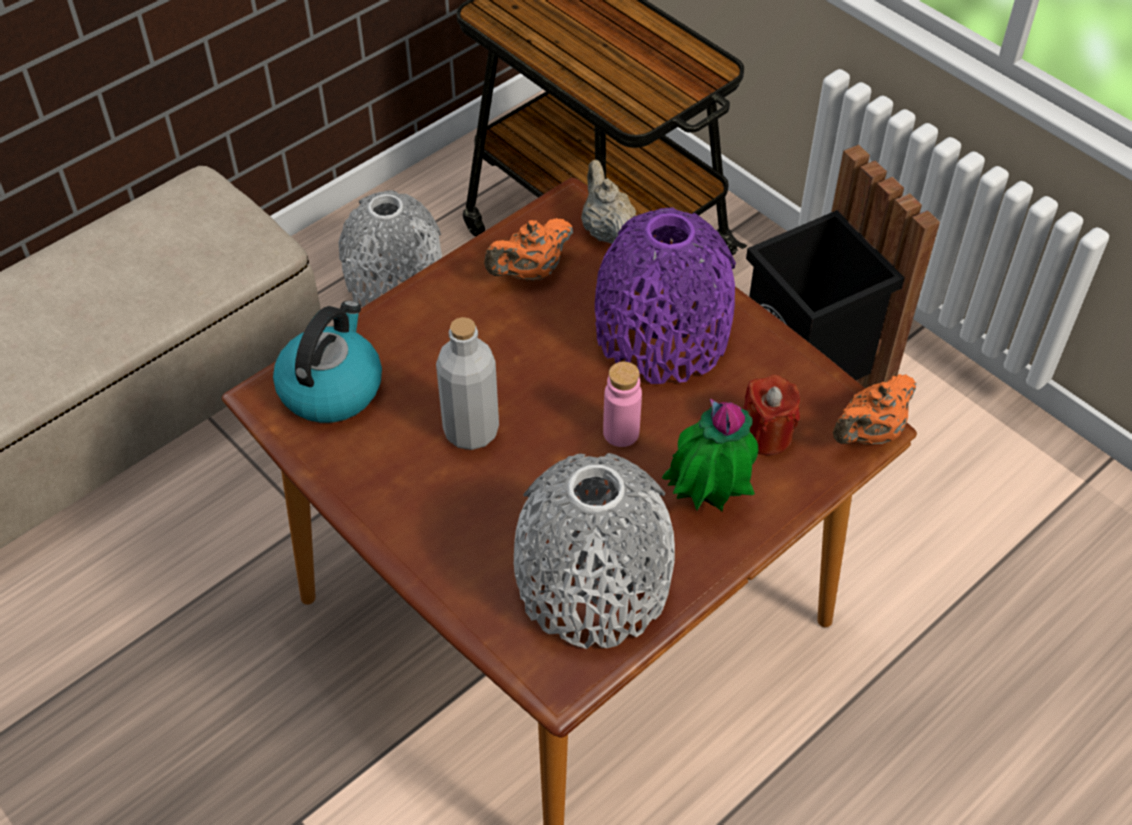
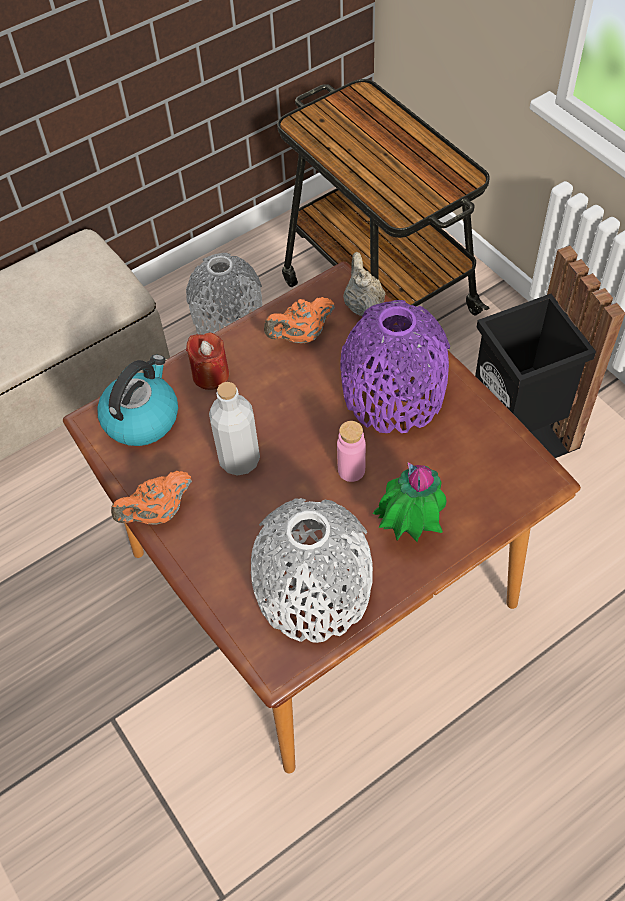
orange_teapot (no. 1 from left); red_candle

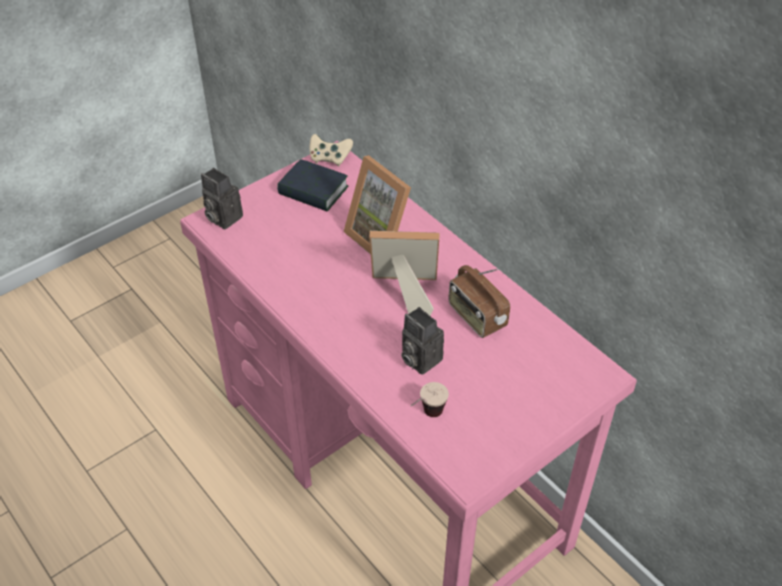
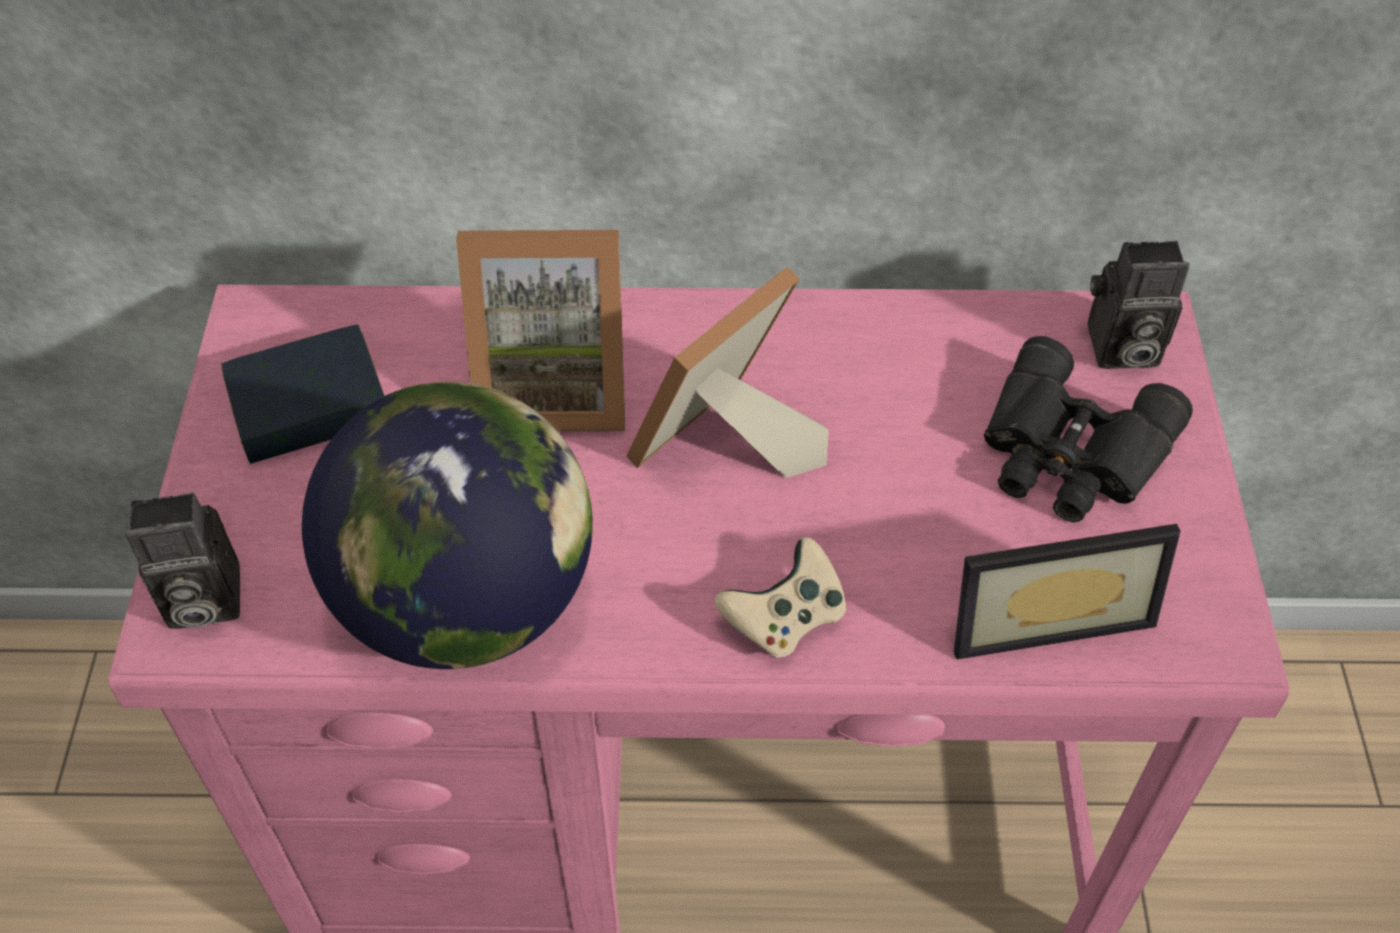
beige_game_controller; radio; photo_camera (no. 2 from left); picture_frame (no. 3 from left); black_binoculars; globe

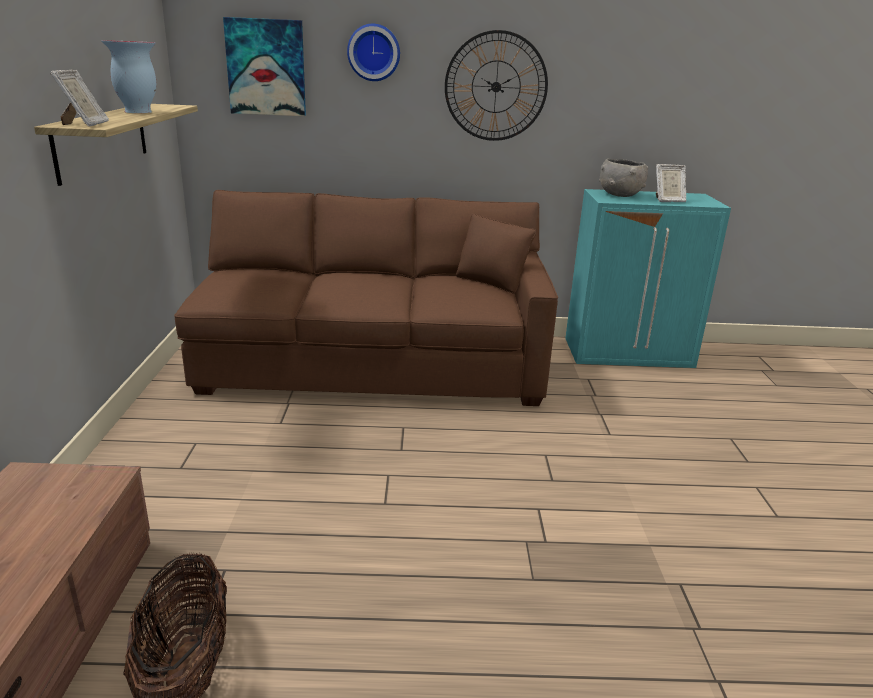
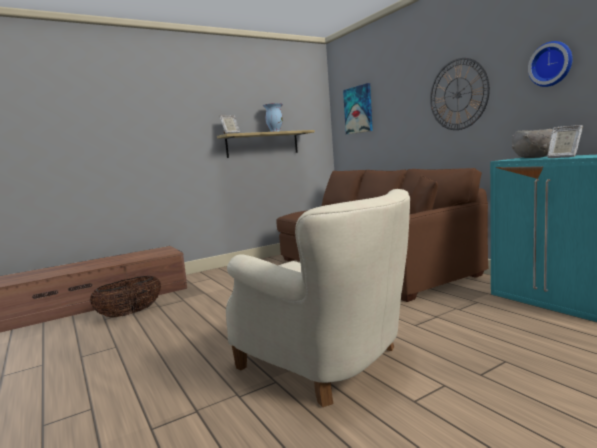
wall_clock (no. 2 from left); beige_armchair

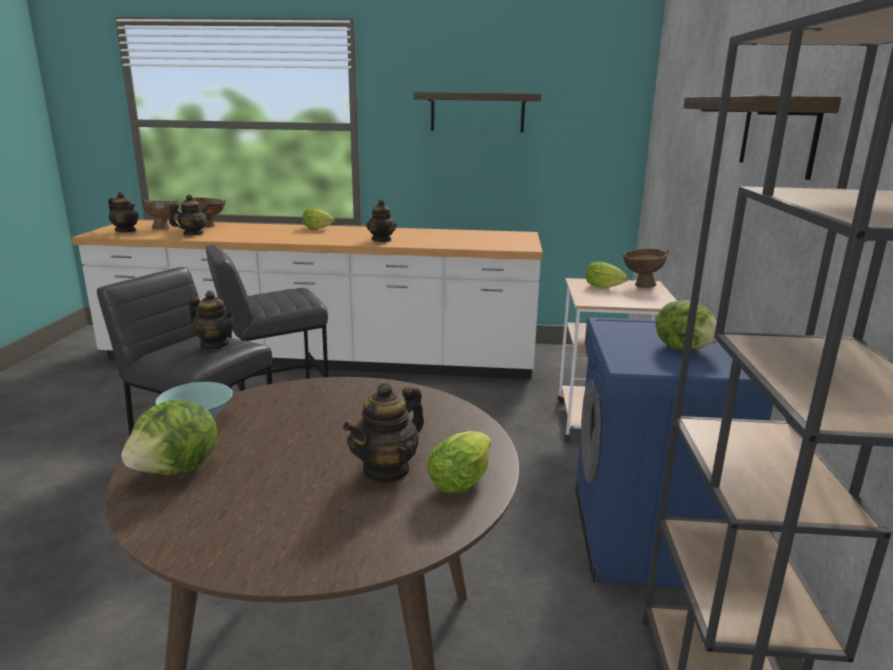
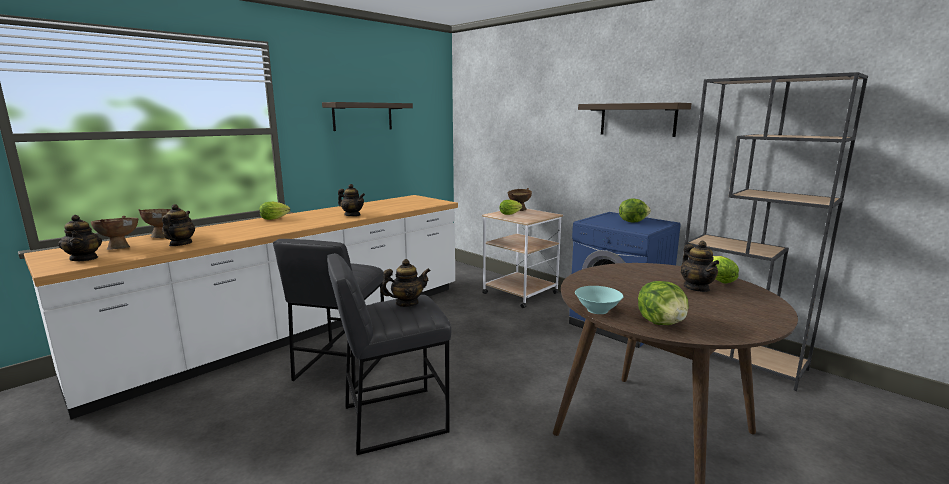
teapot (no. 1 from left)

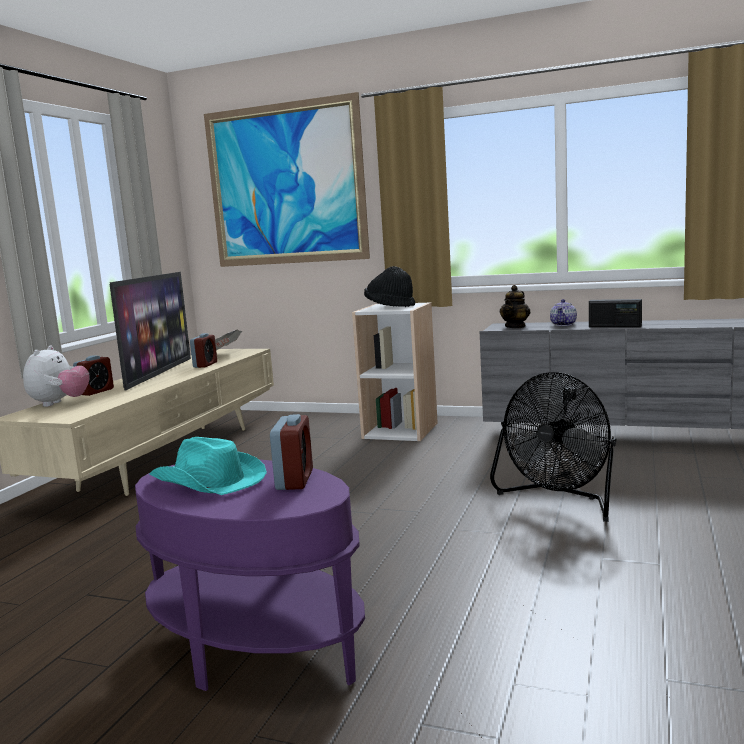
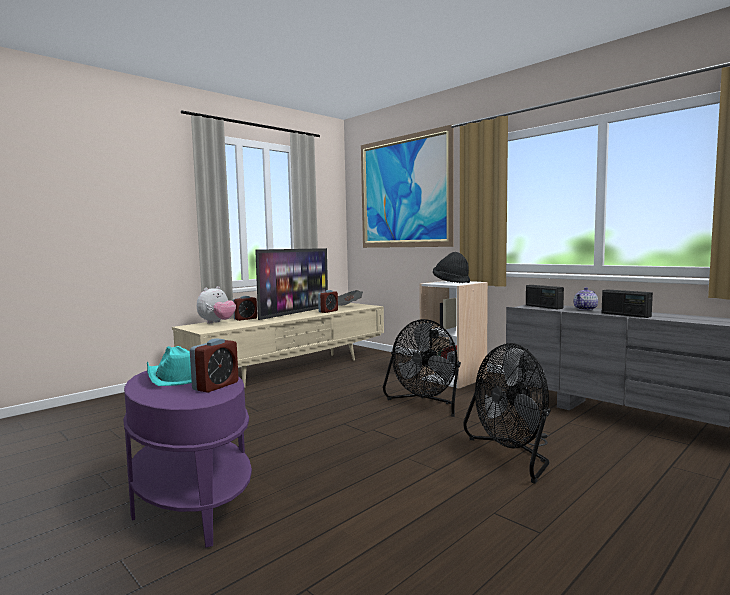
radio (no. 1 from left); black_fan (no. 1 from left)

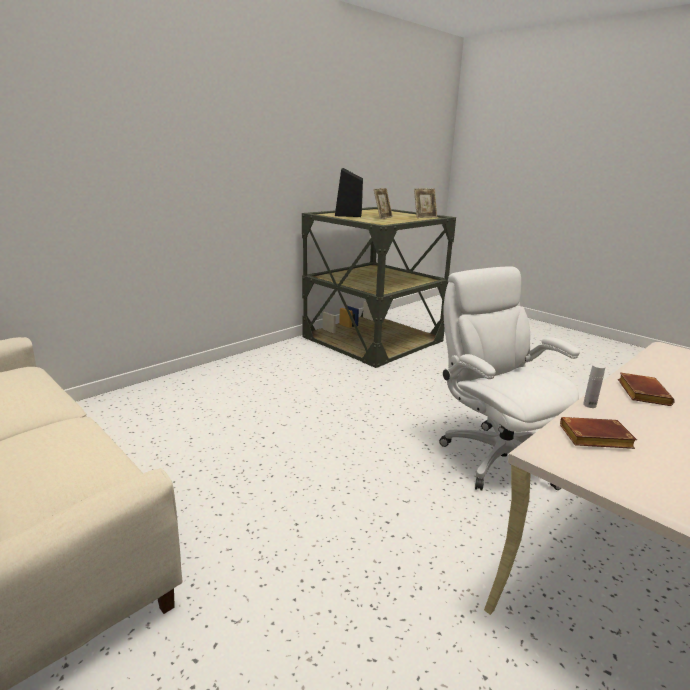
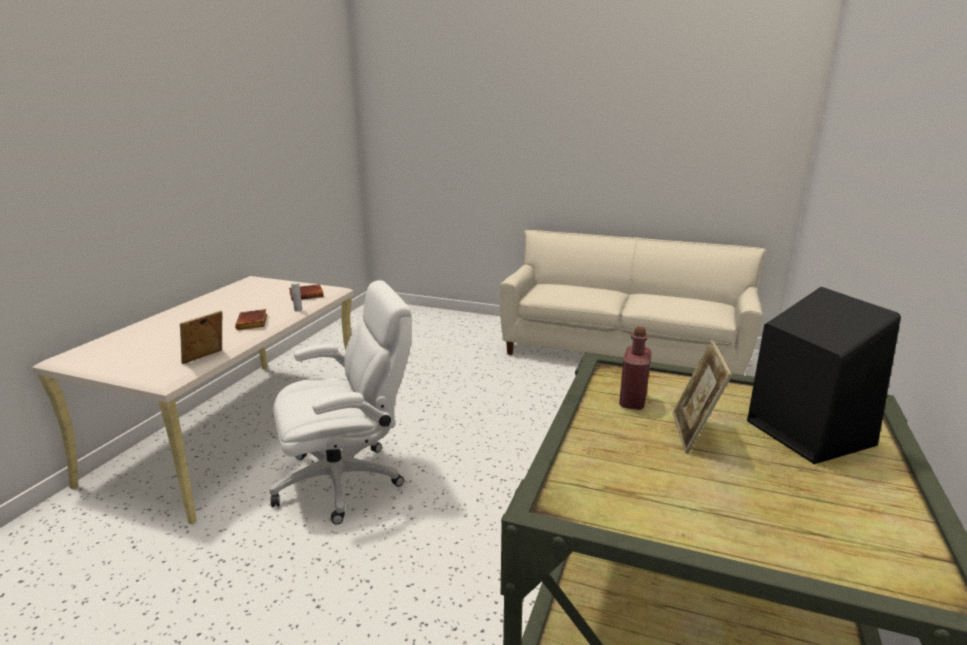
picture_frame (no. 1 from left); white_office_chair; red_bottle

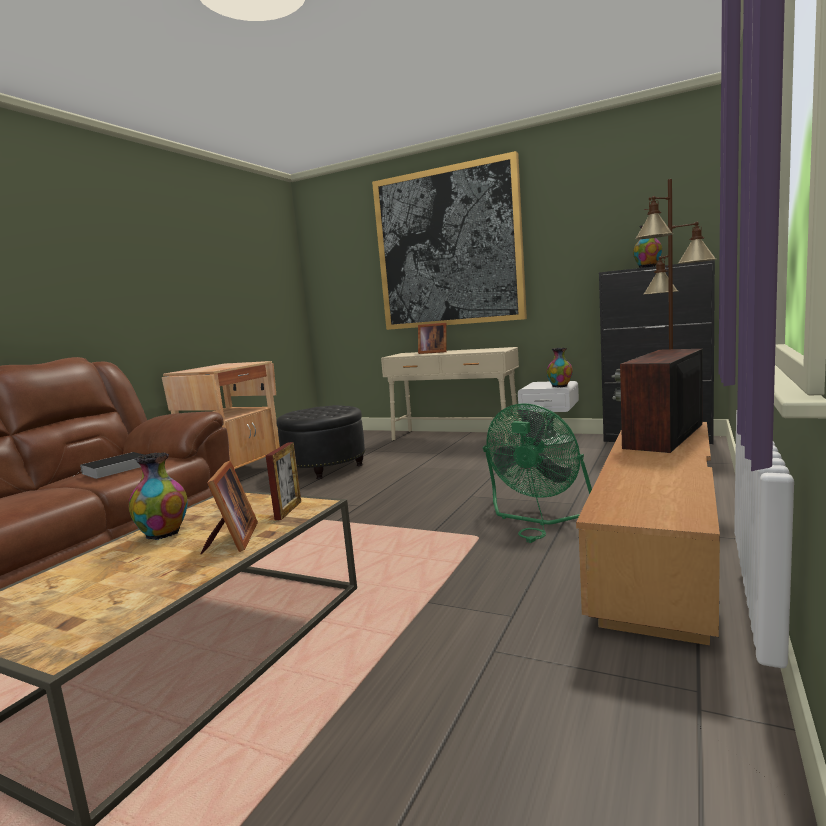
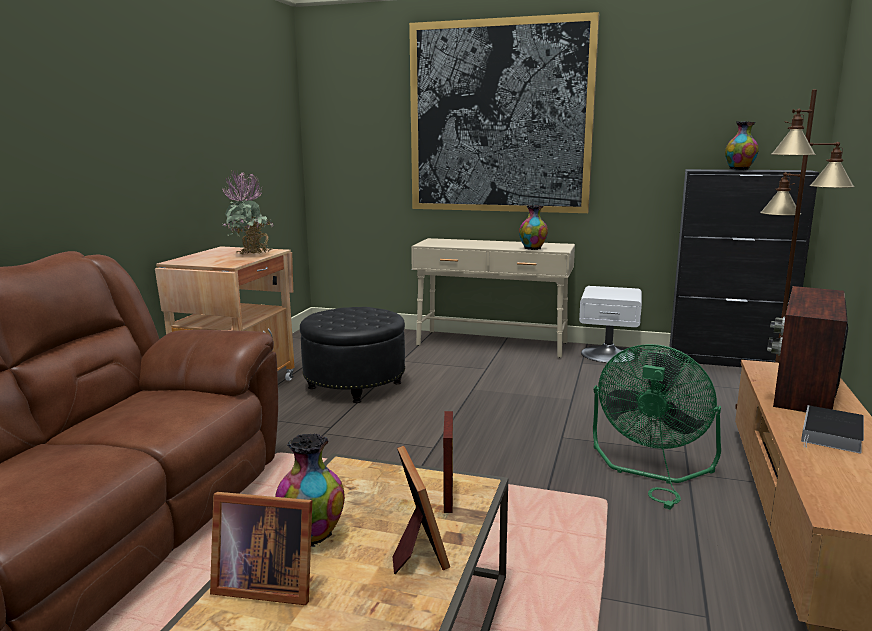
picture_frame (no. 1 from left); vase (no. 2 from left); book; potted_plant

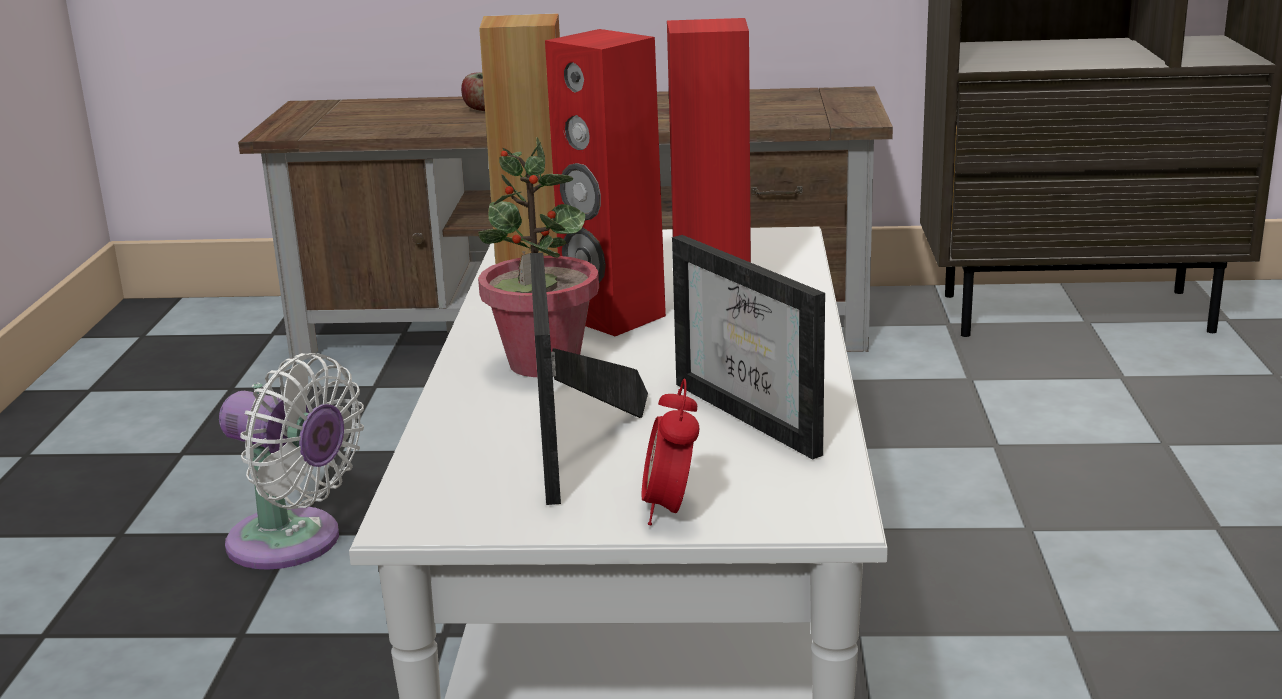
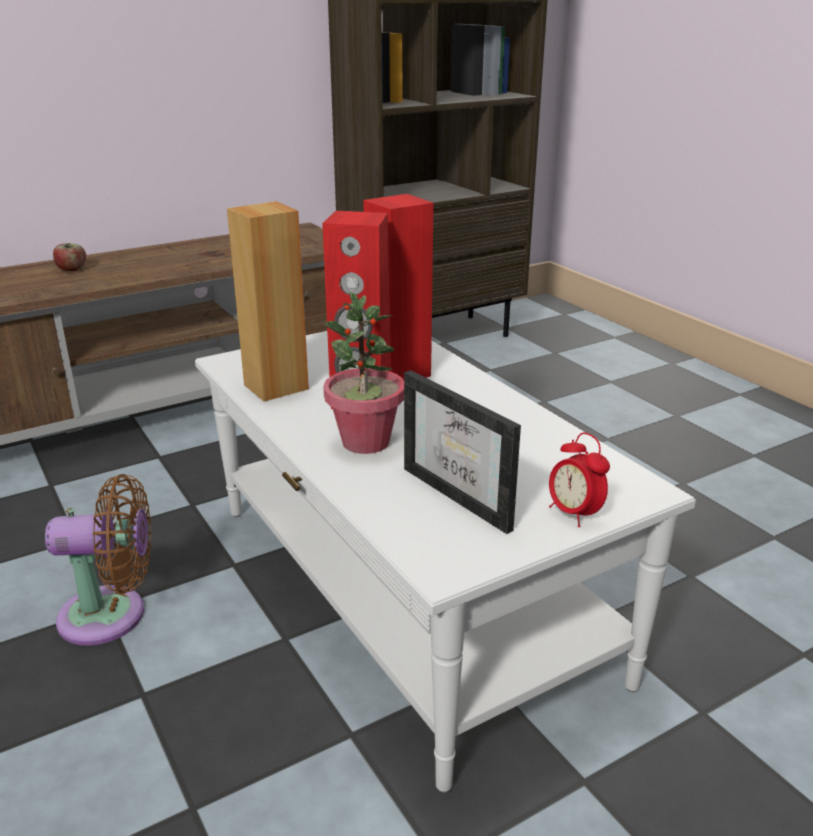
picture_frame (no. 2 from left in the first image); brown_fan

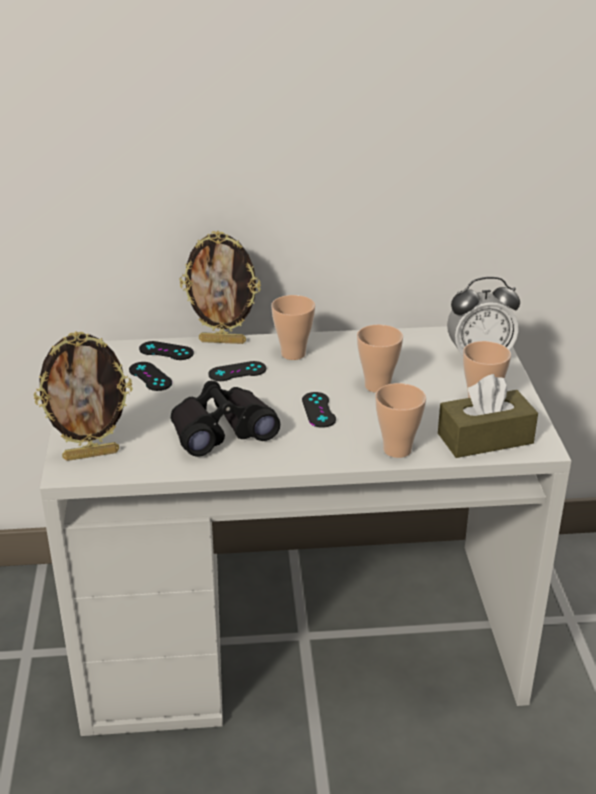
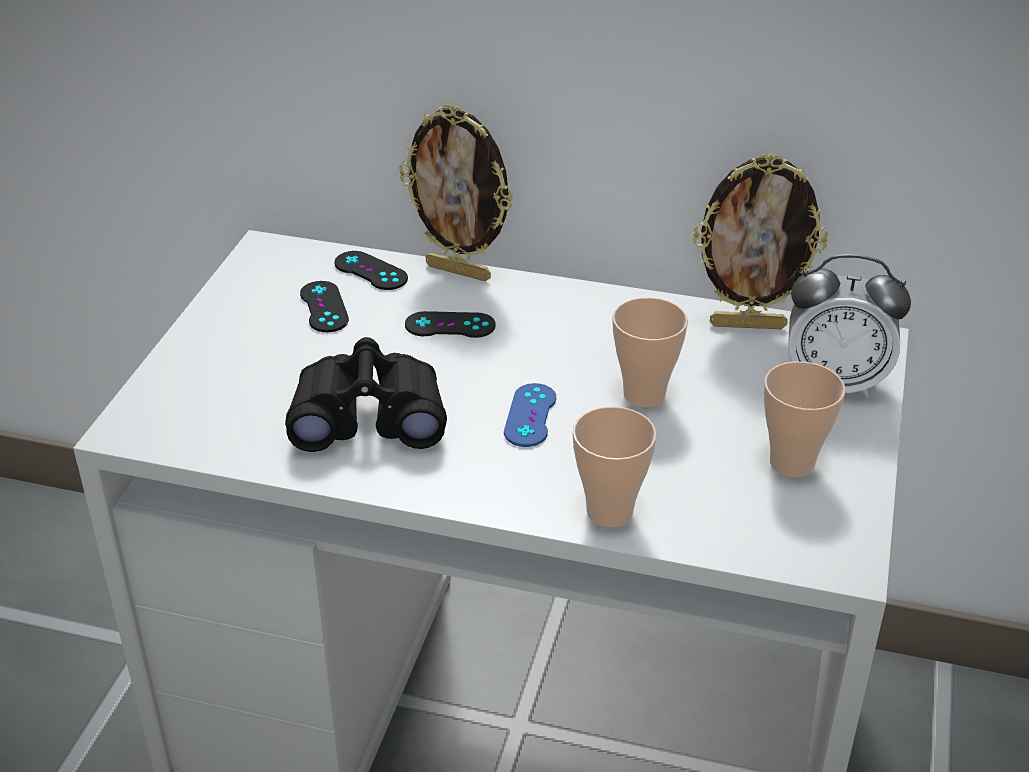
cup (no. 1 from left in the first image); picture_frame (no. 2 from left); brown_tissue_box; blue_game_controller

